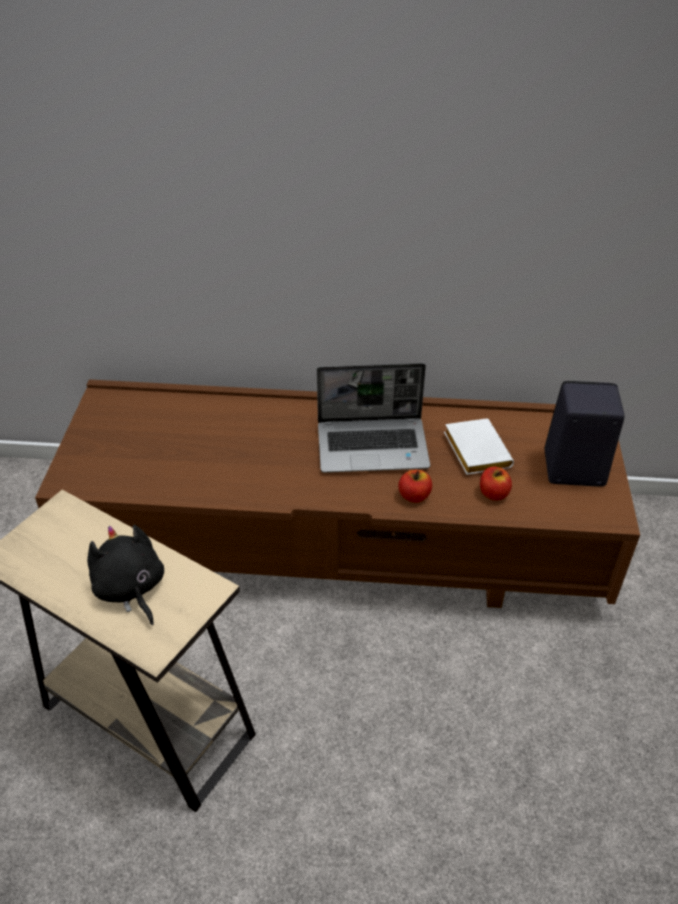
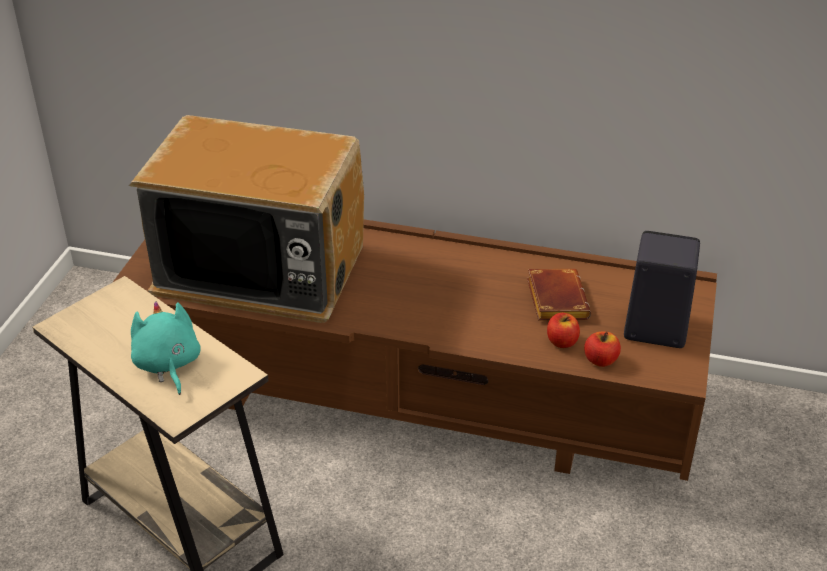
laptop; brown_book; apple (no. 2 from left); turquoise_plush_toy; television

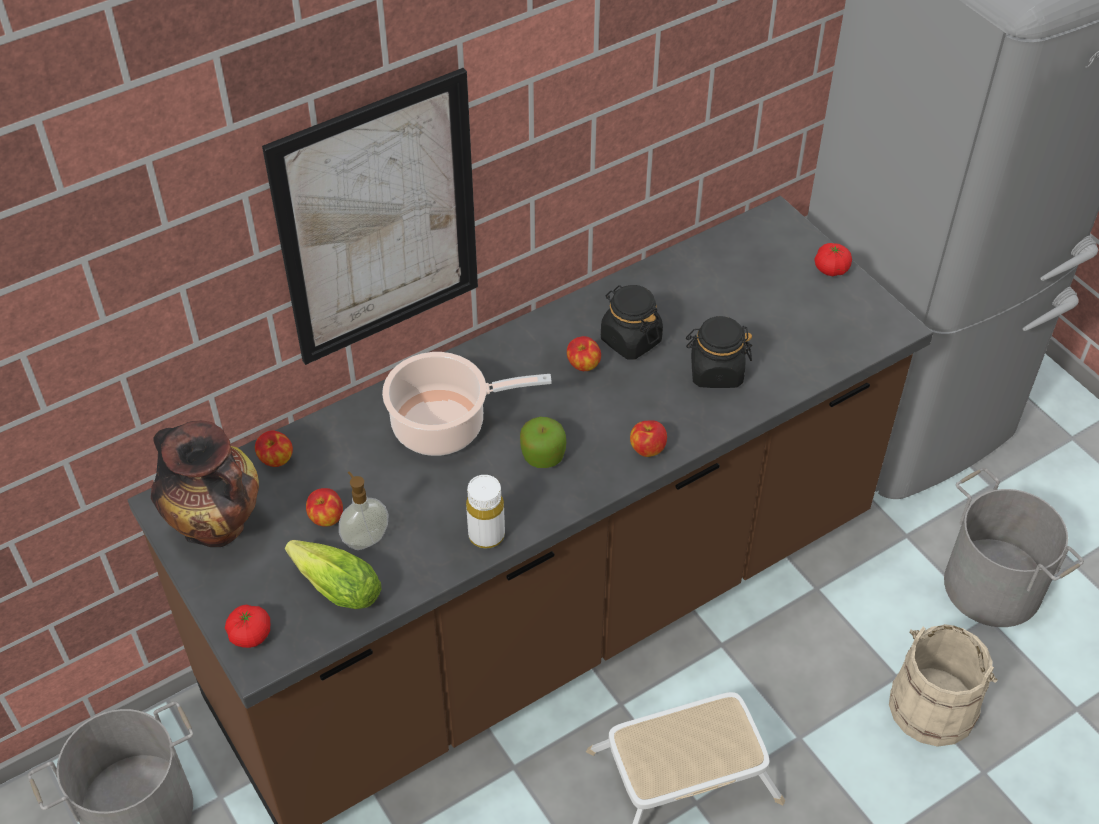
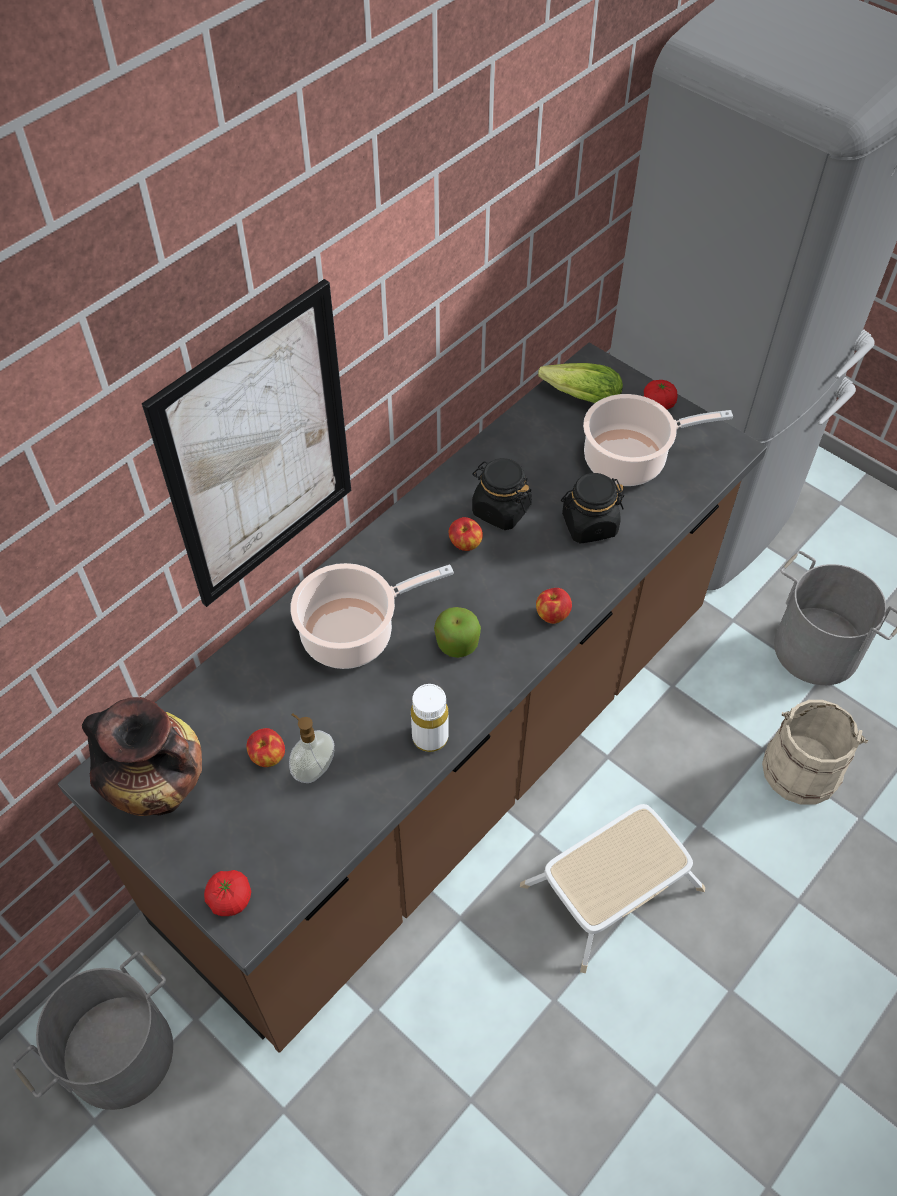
apple (no. 1 from left in the first image); lettuce; cooking_pot (no. 2 from left)

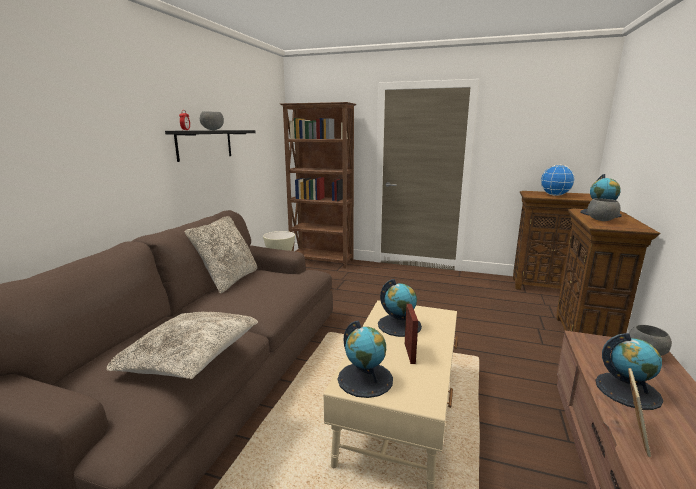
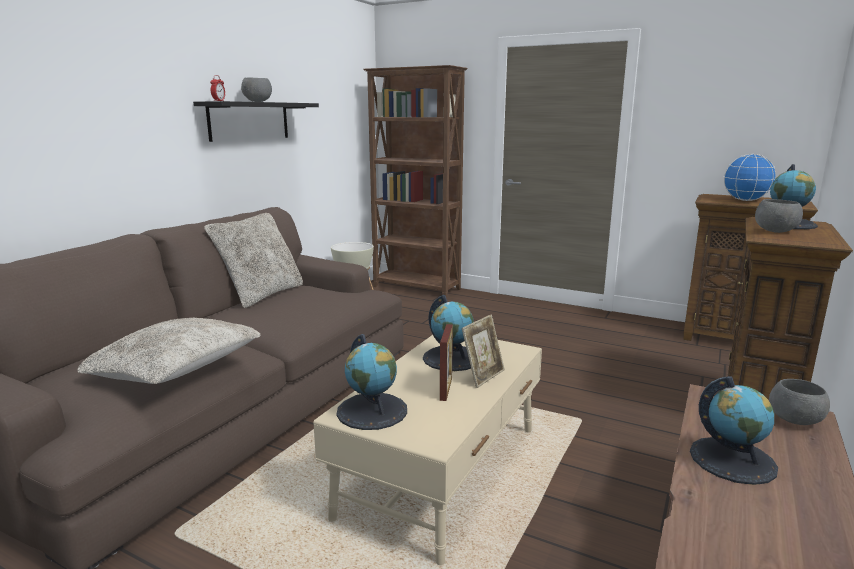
picture_frame (no. 2 from left)

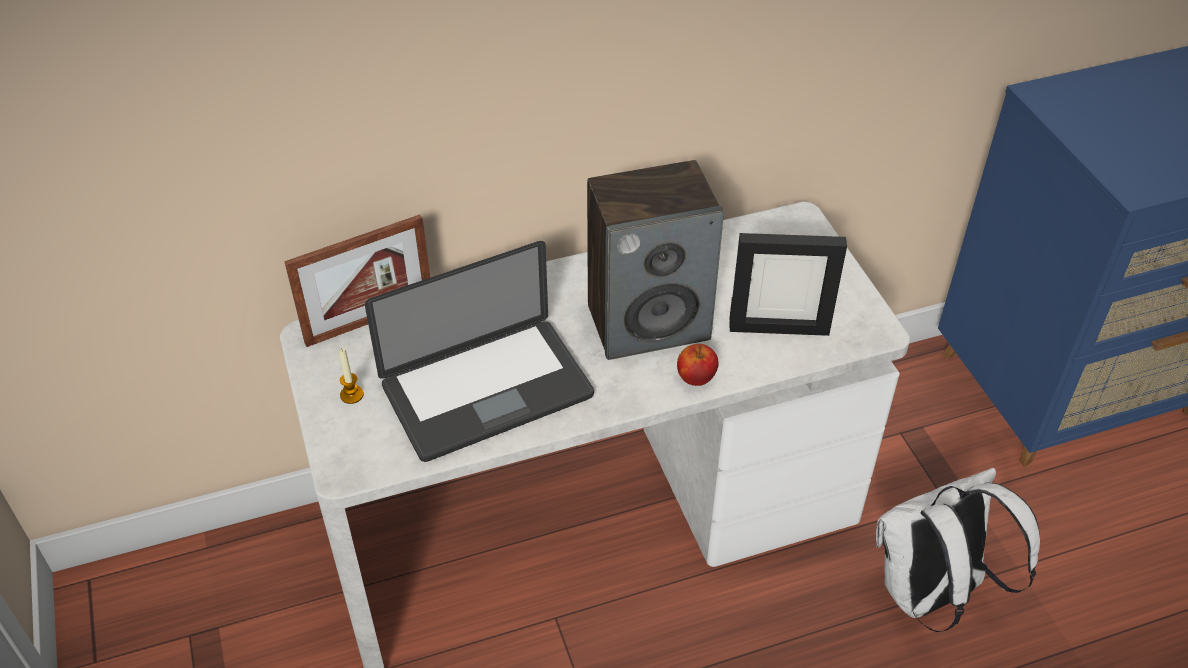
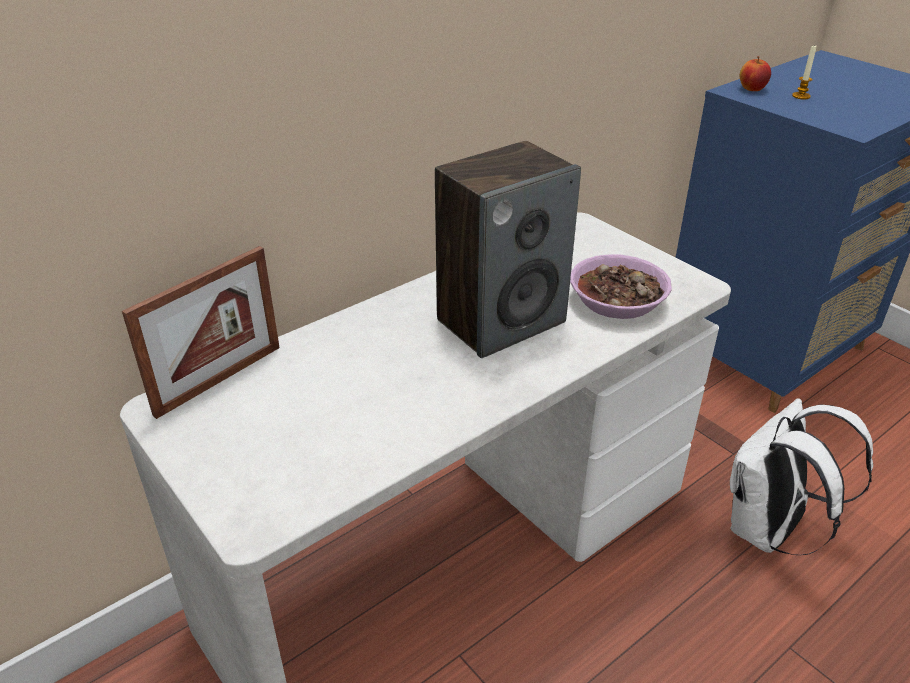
bowl; laptop; apple; candle

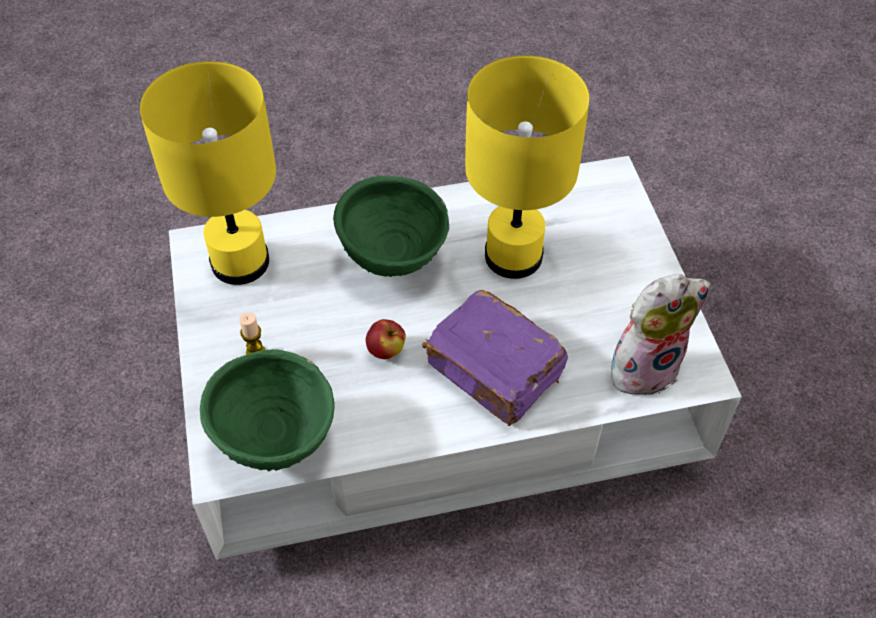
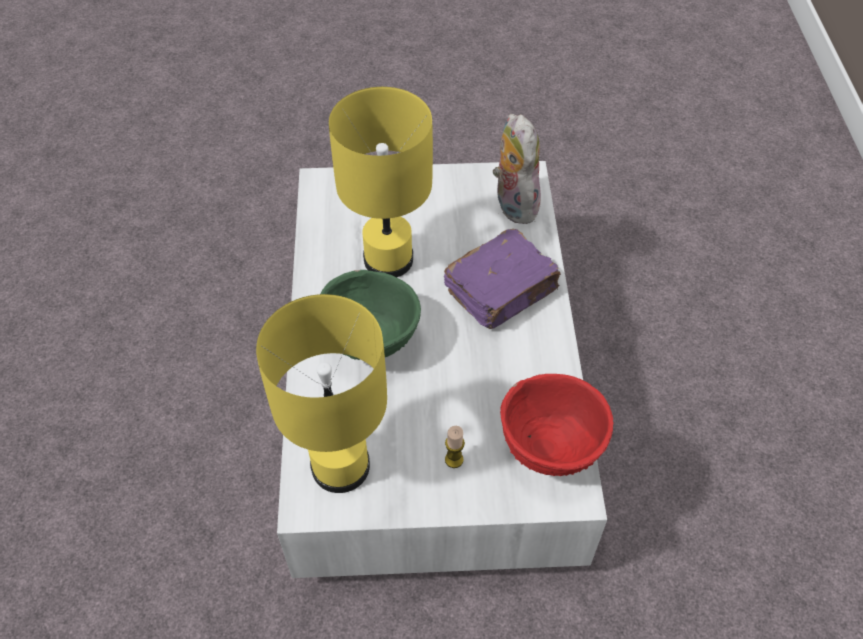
apple; red_bowl

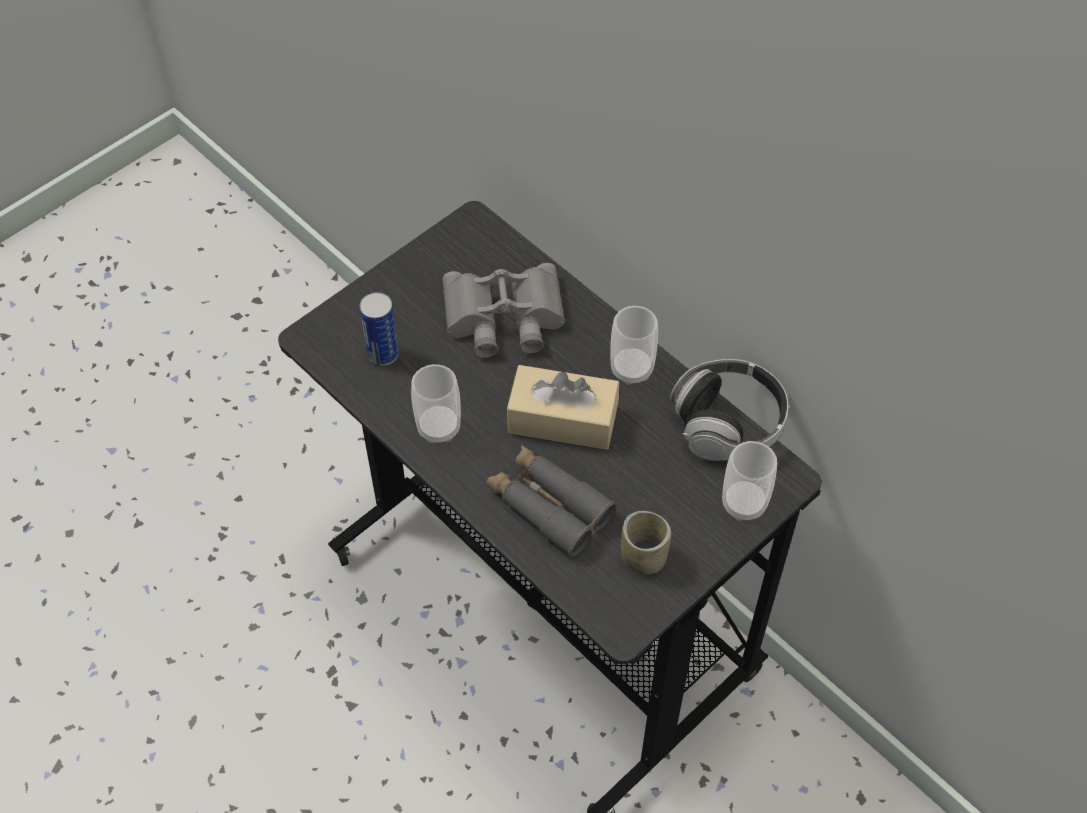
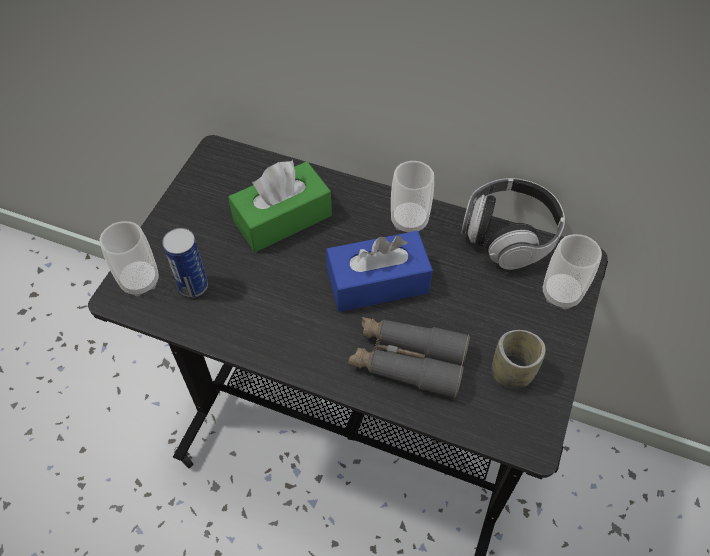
green_tissue_box; cup (no. 1 from left); blue_tissue_box

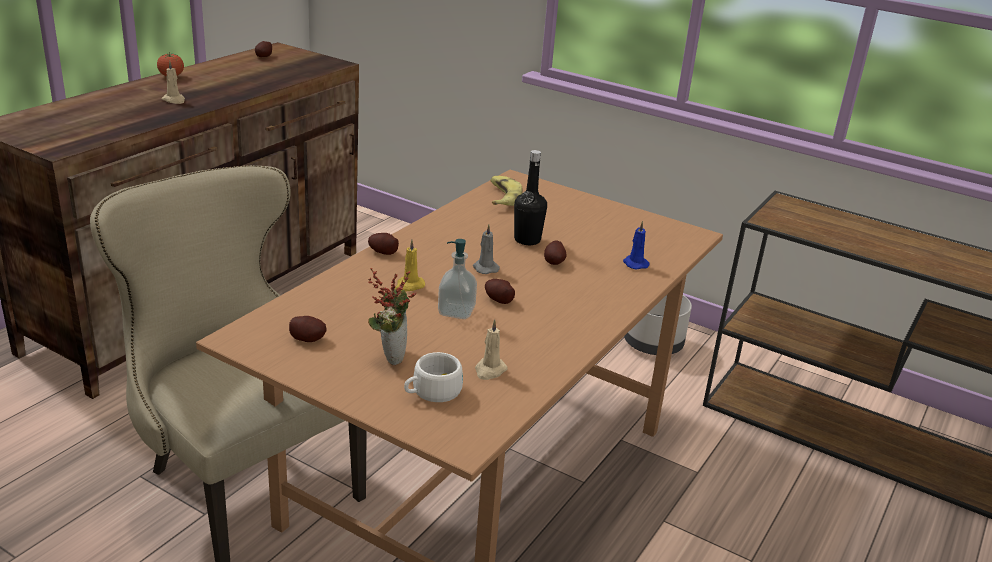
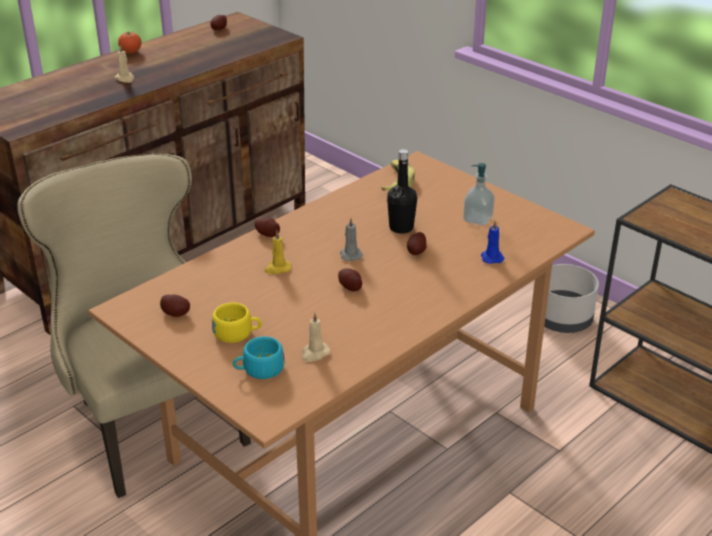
soap_dispenser; yellow_cup; turquoise_cup

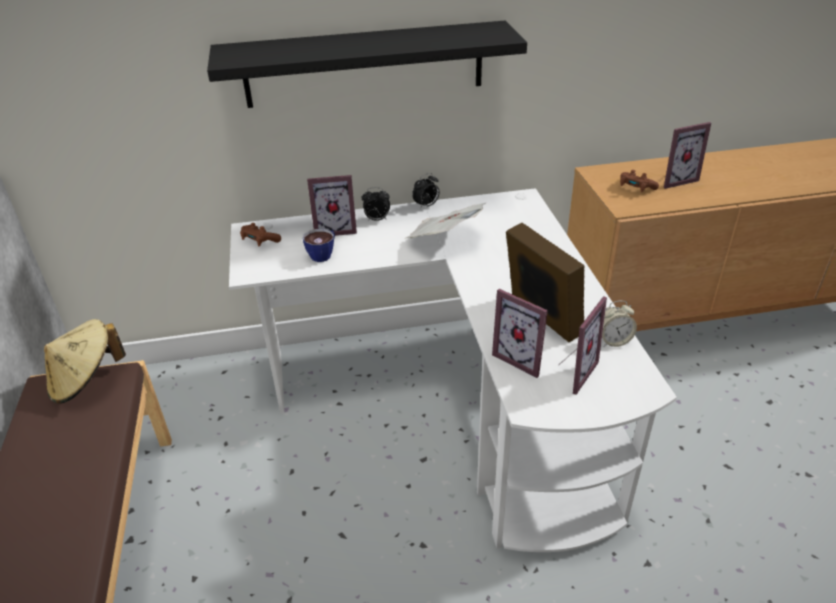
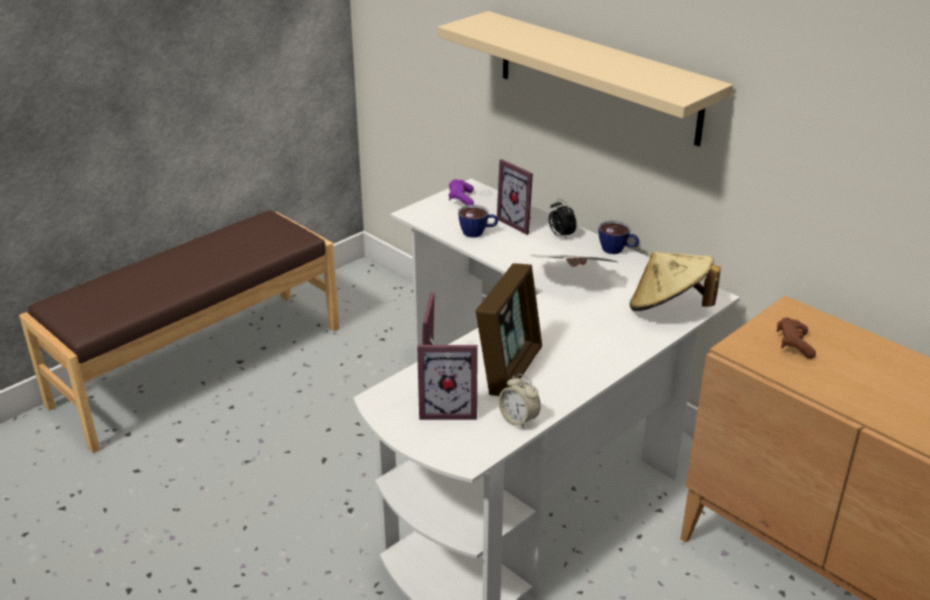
beige_shelf; picture_frame (no. 5 from left in the first image); cup (no. 2 from left); purple_game_controller; beige_hat

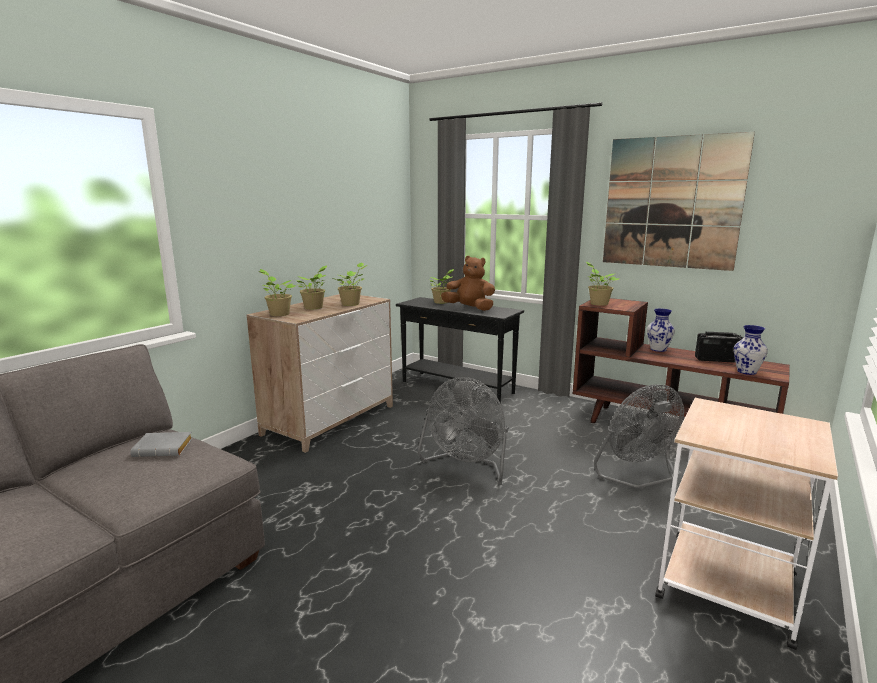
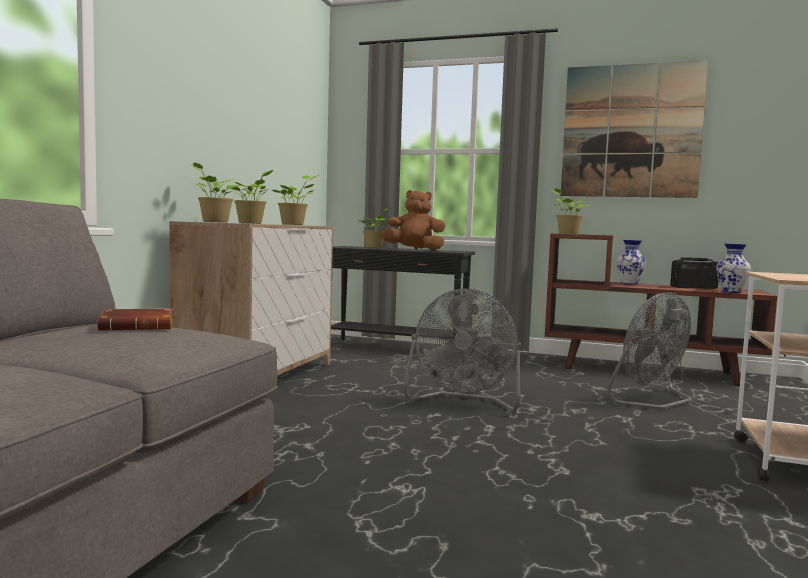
brown_book

